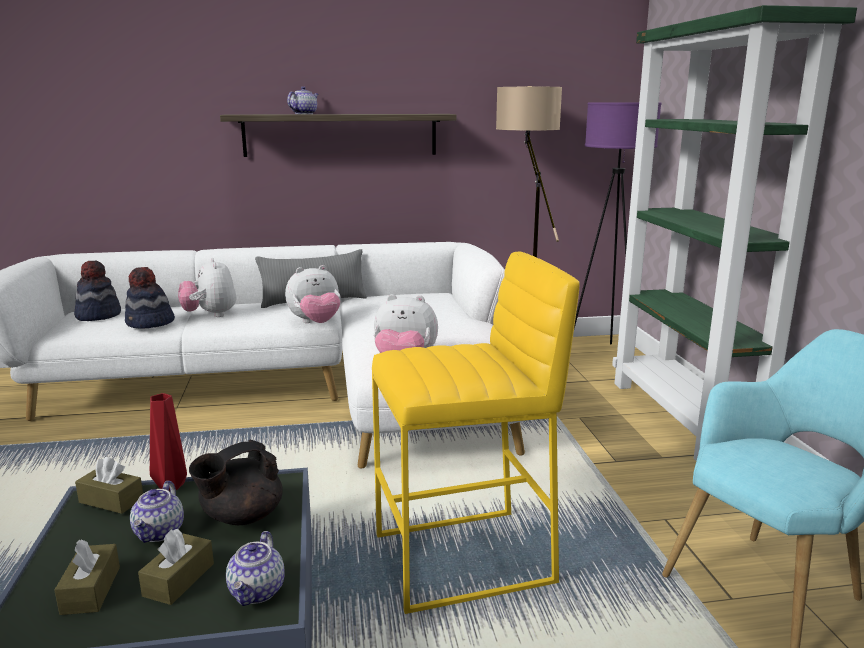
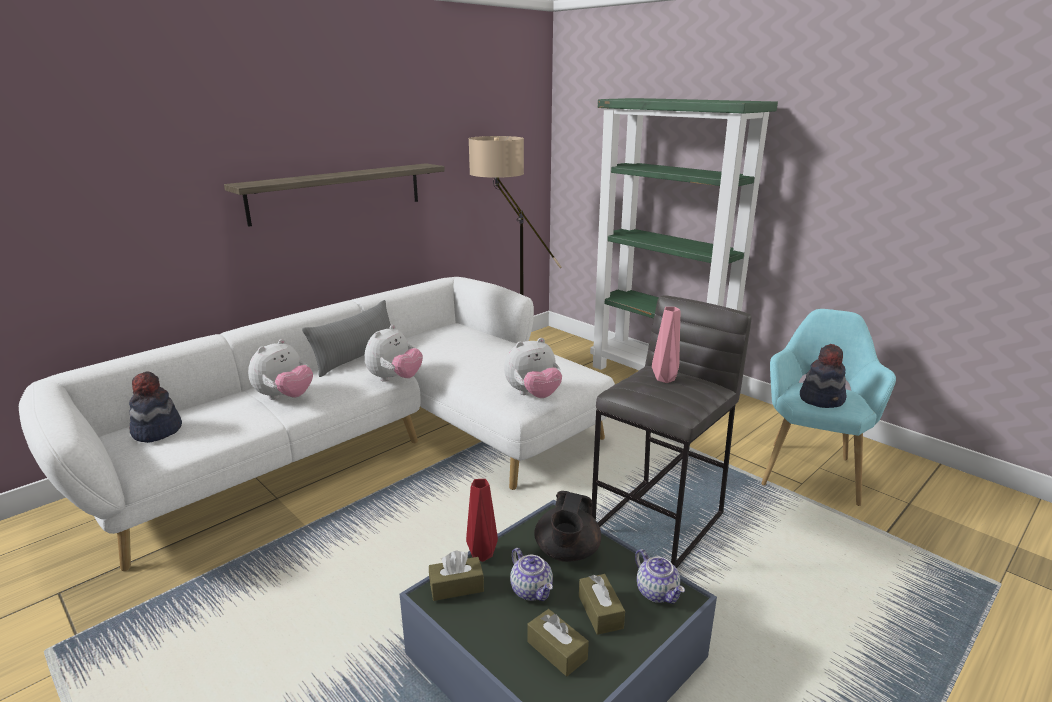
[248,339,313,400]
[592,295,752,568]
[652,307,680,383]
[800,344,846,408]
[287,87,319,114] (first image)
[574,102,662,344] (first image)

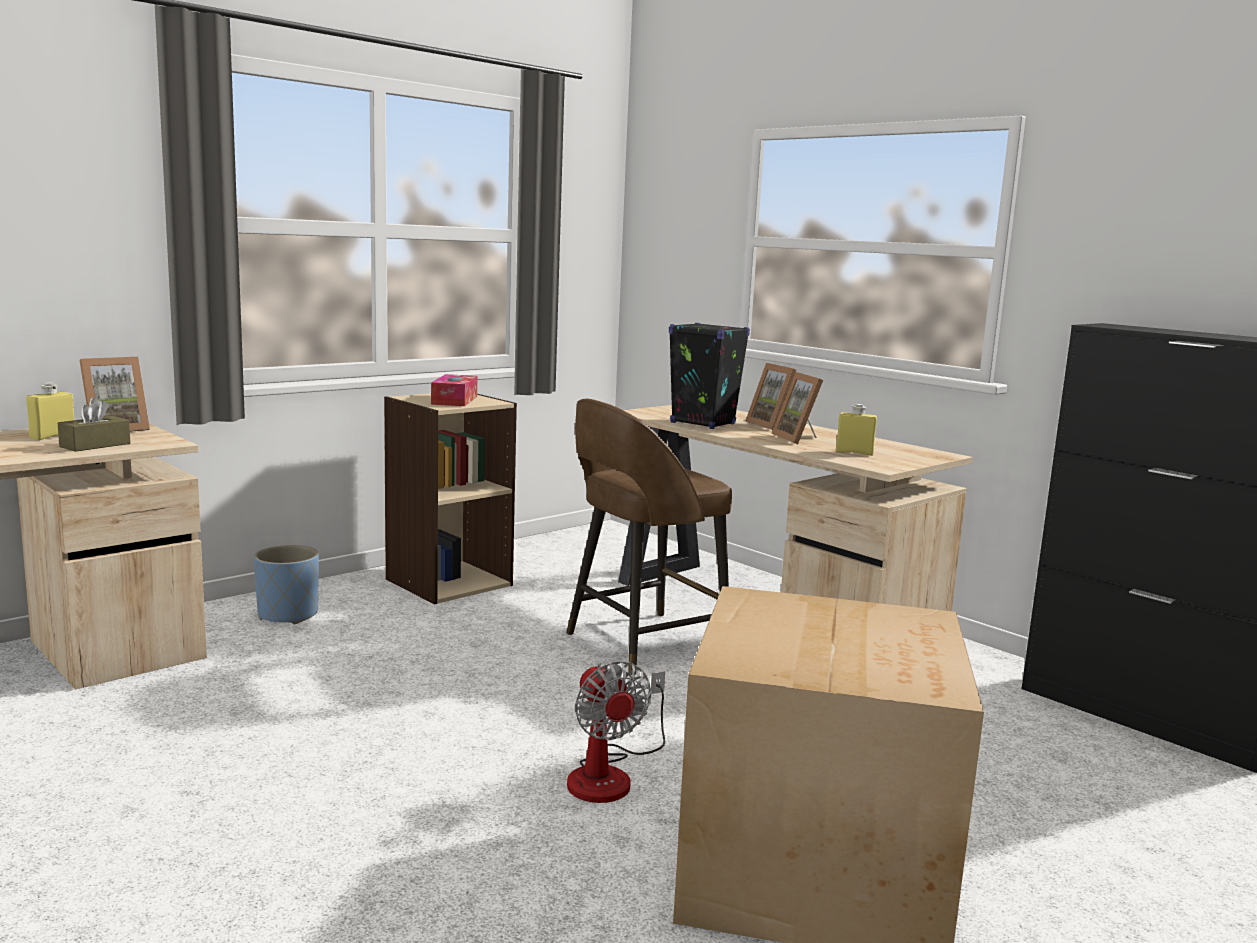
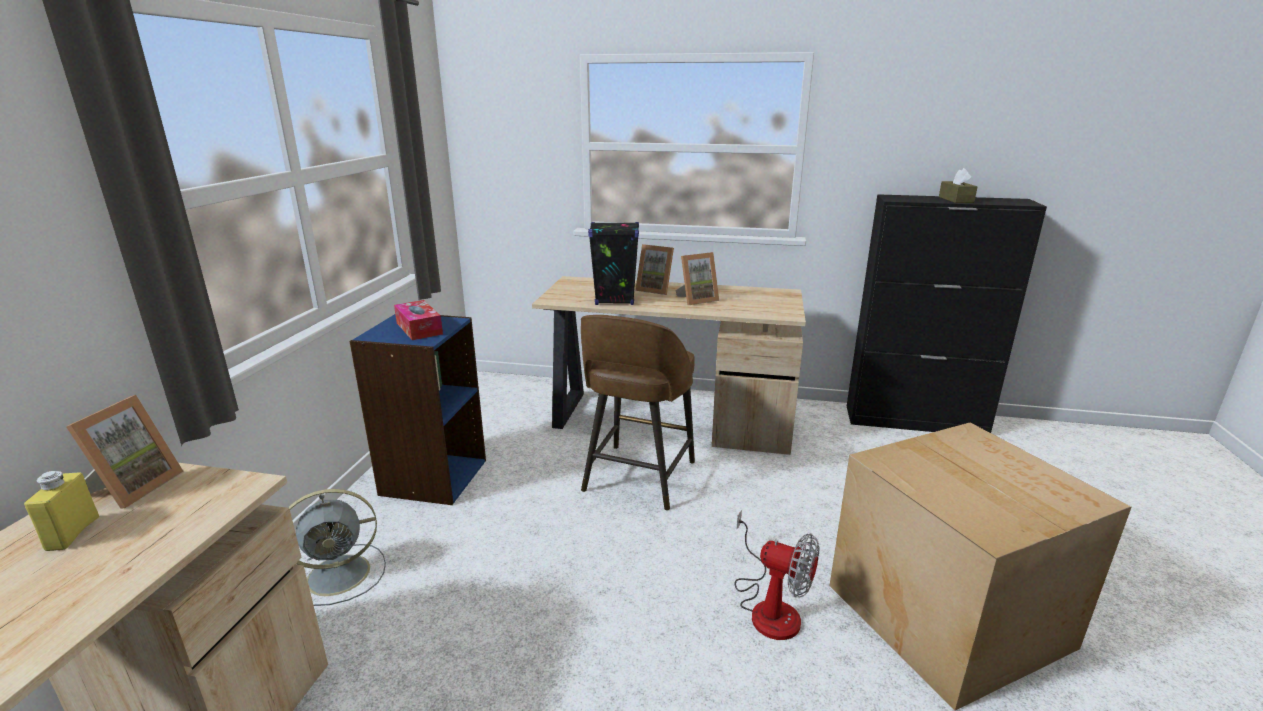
[288,489,386,606]
[349,314,486,505]
[675,252,719,305]
[939,168,977,203]
[836,404,877,456] (first image)

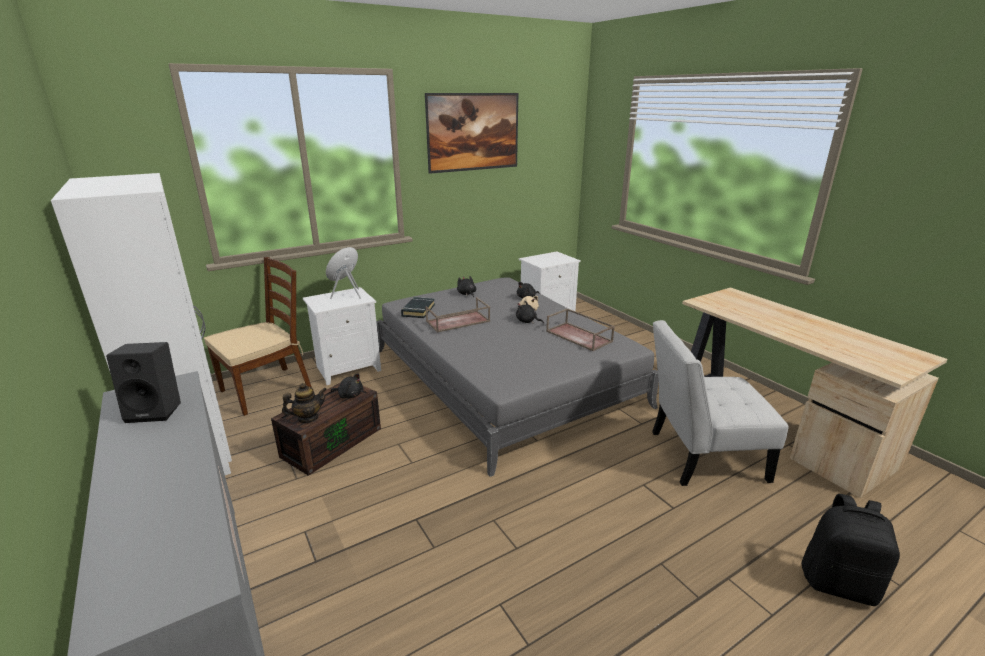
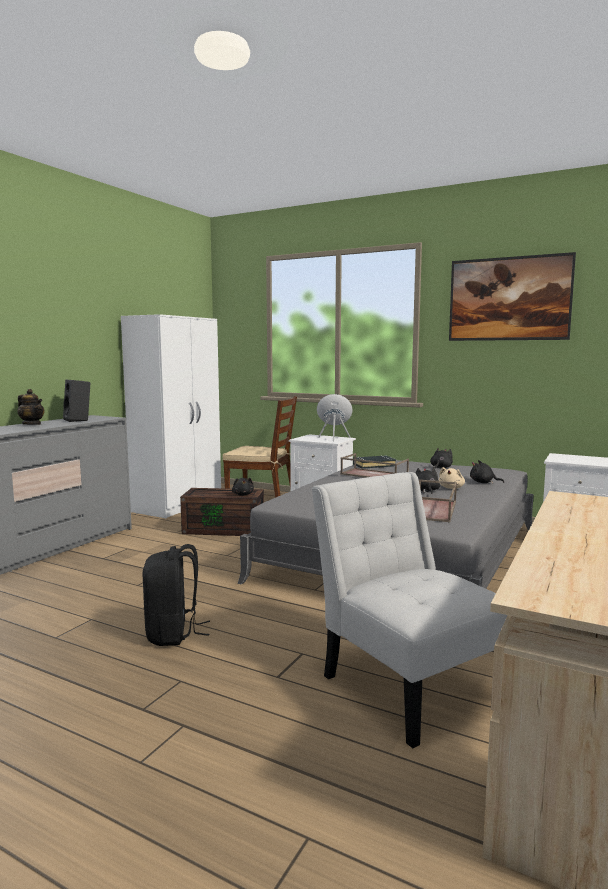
[17,389,45,425]
[143,544,210,646]

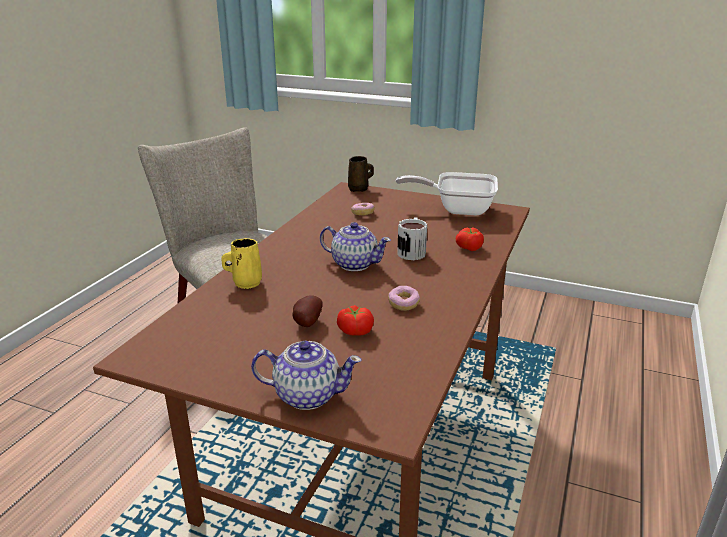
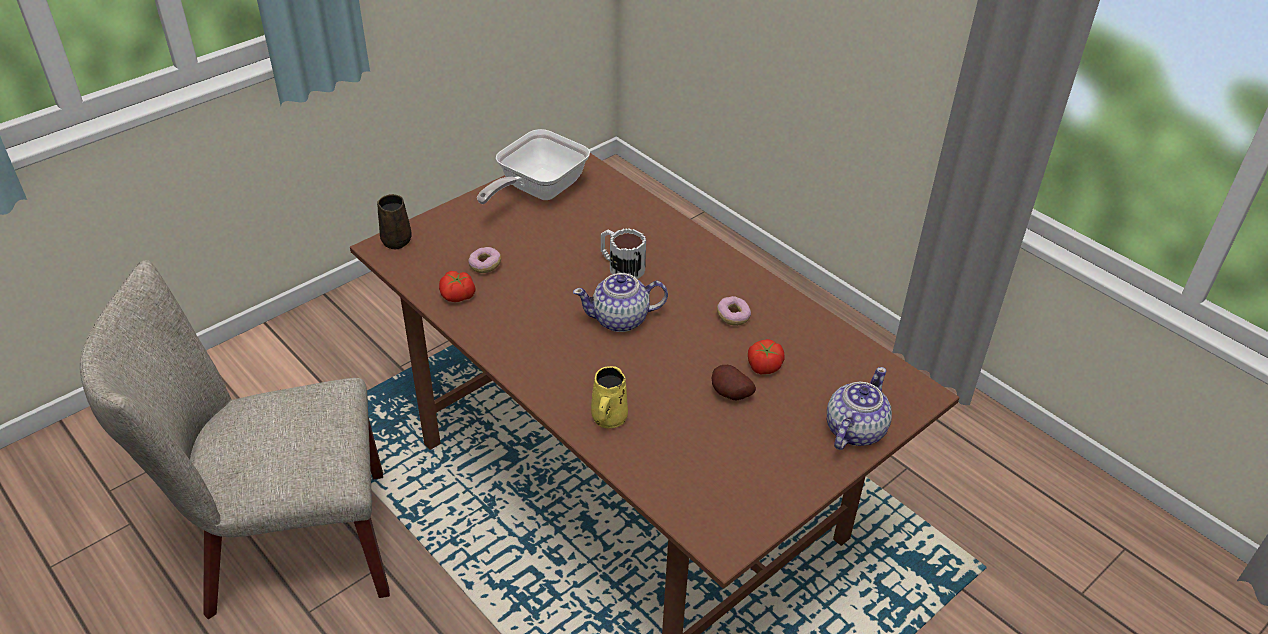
[439,271,476,302]
[573,273,668,332]

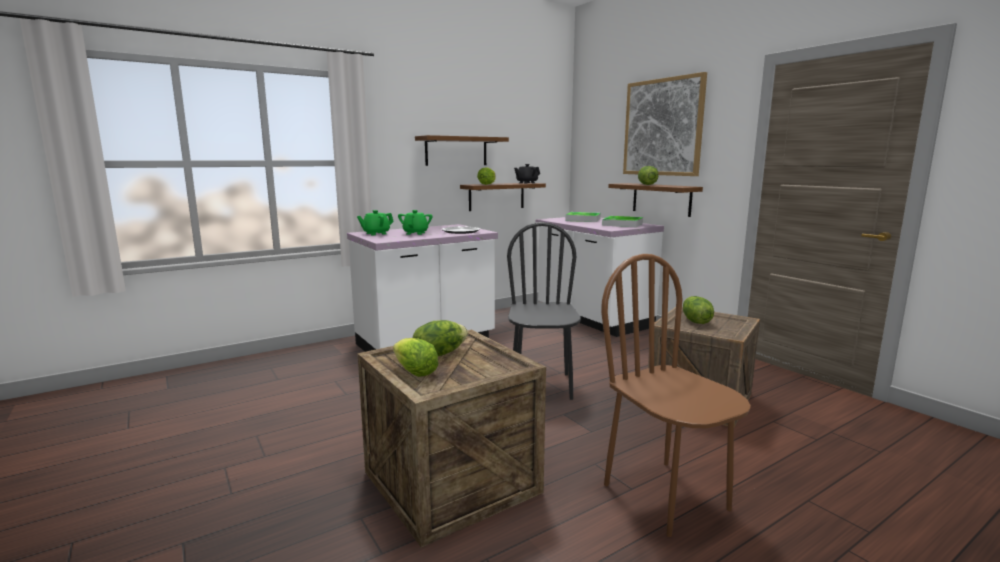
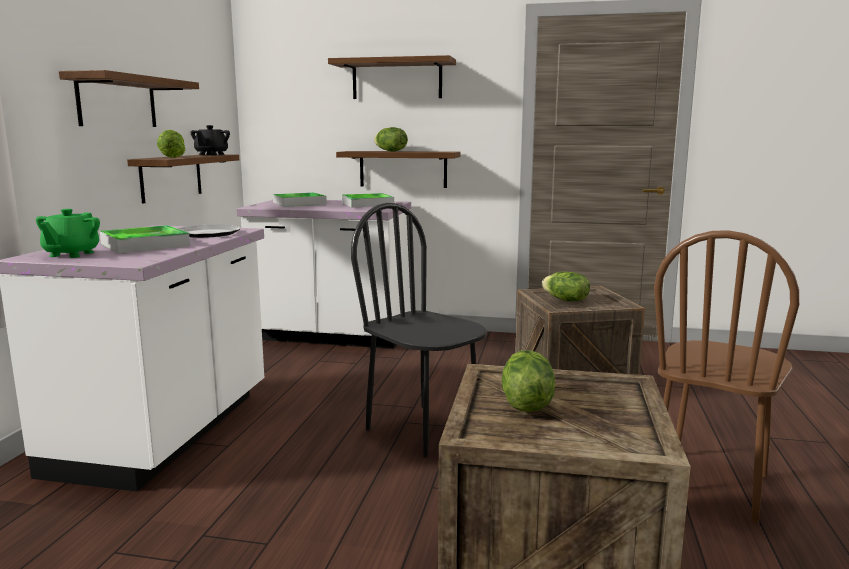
[100,225,190,253]
[328,55,456,99]
[654,230,799,523]
[393,338,439,377] (first image)

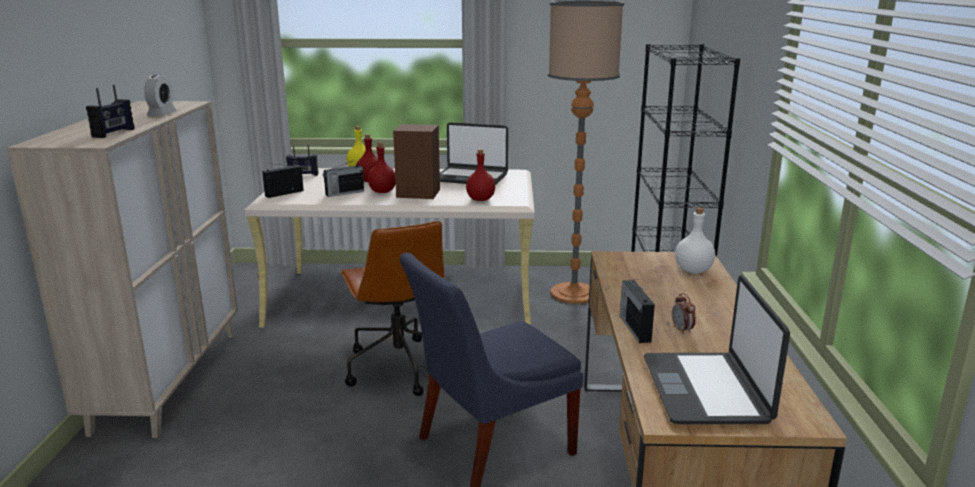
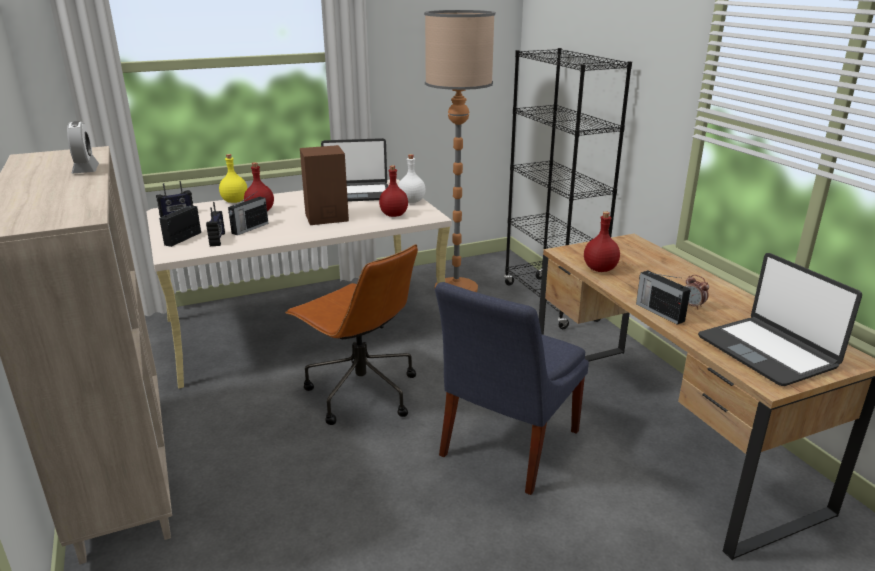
[206,202,225,246]
[398,154,426,203]
[584,212,620,272]

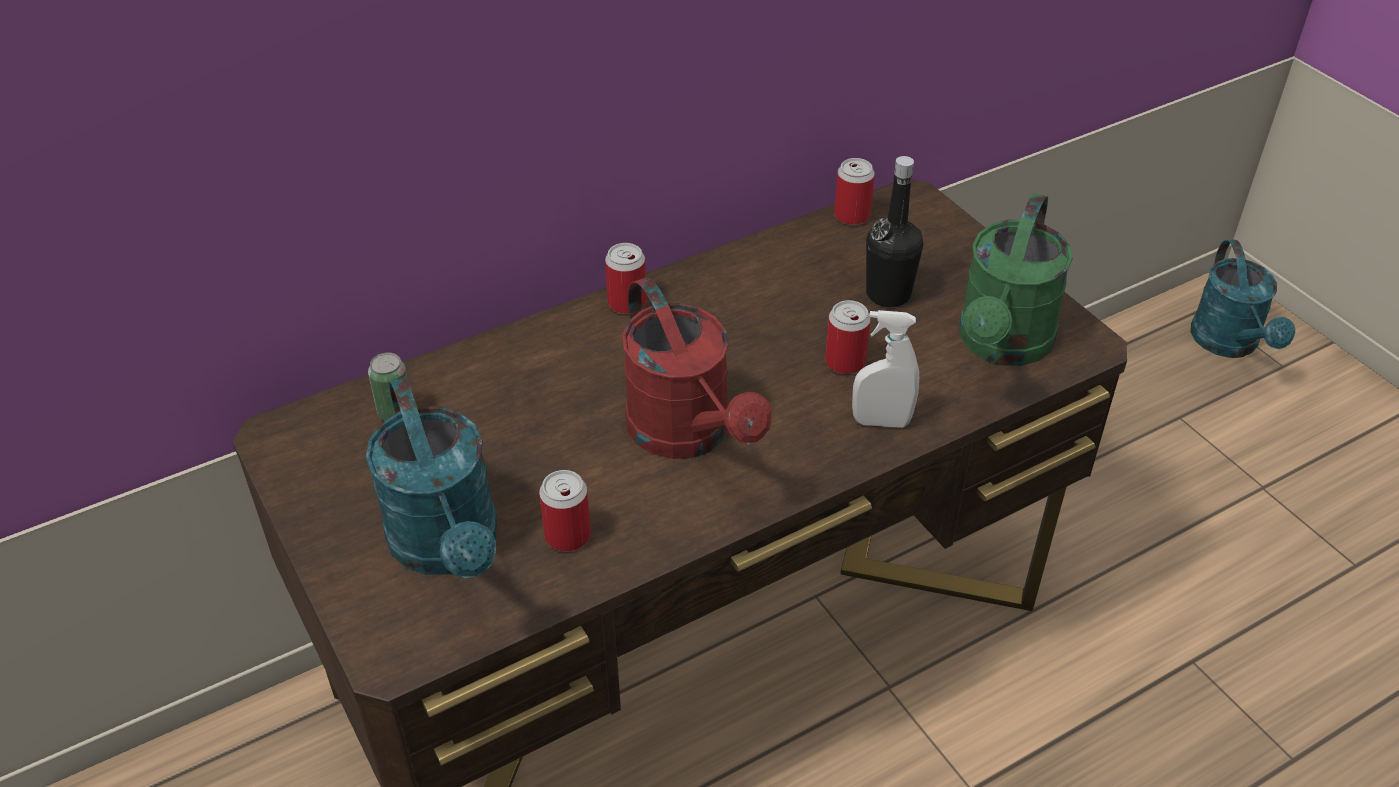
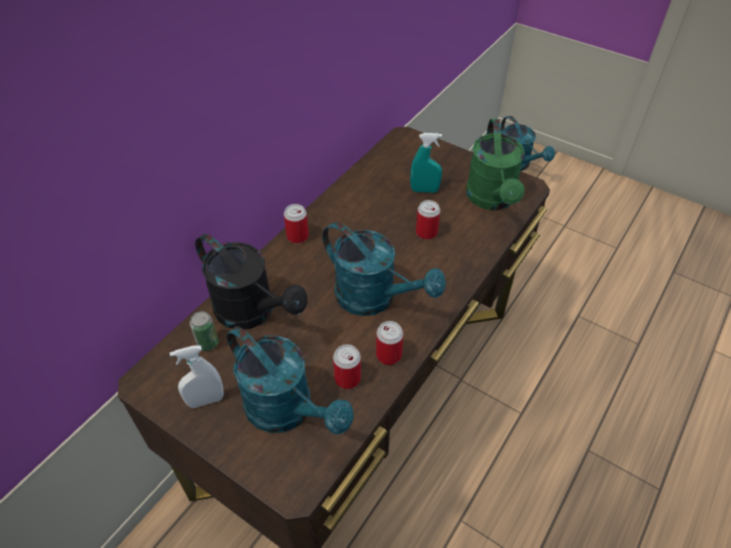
[170,346,224,408]
[195,234,308,329]
[322,222,446,316]
[376,321,403,365]
[410,133,442,193]

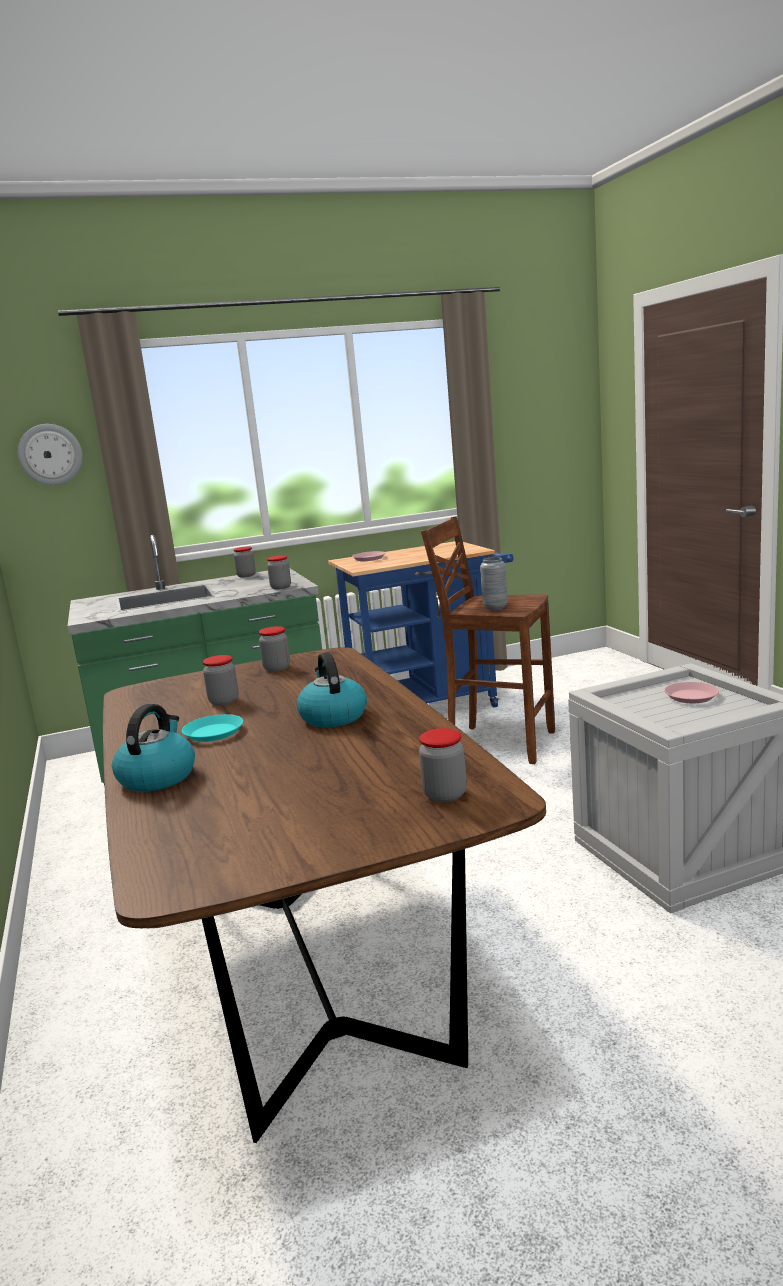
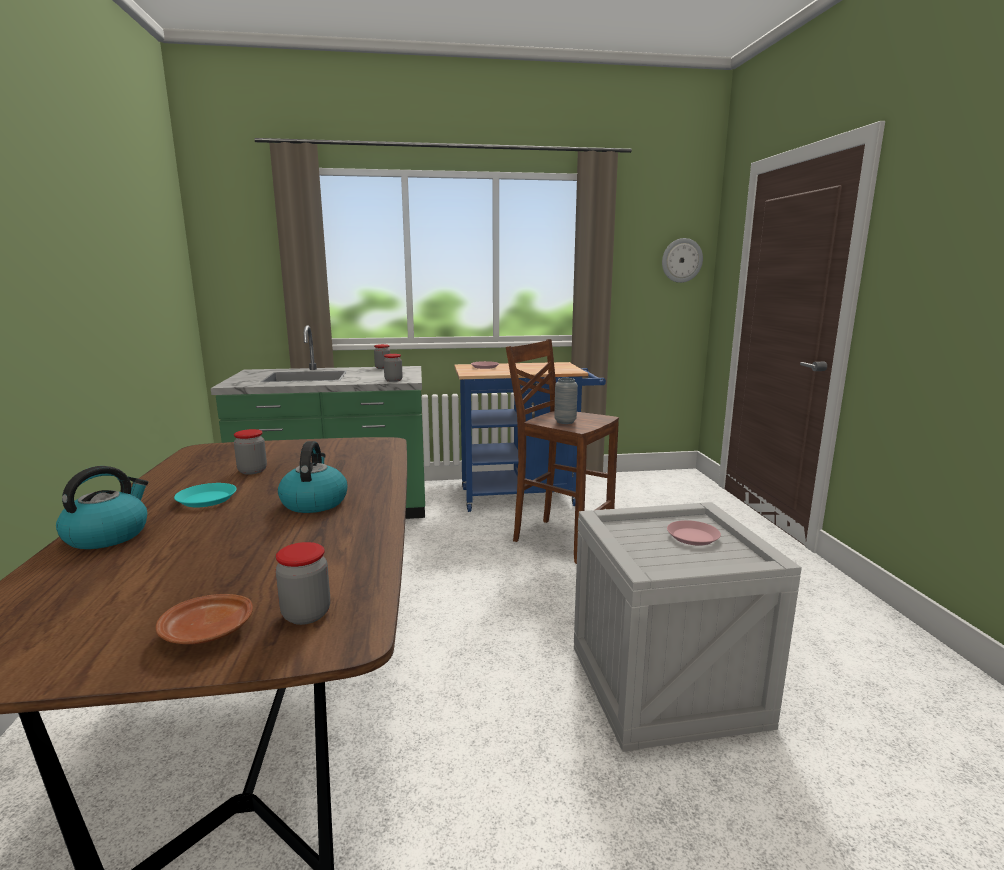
[156,594,253,645]
[662,238,703,283]
[259,626,290,672] (first image)

